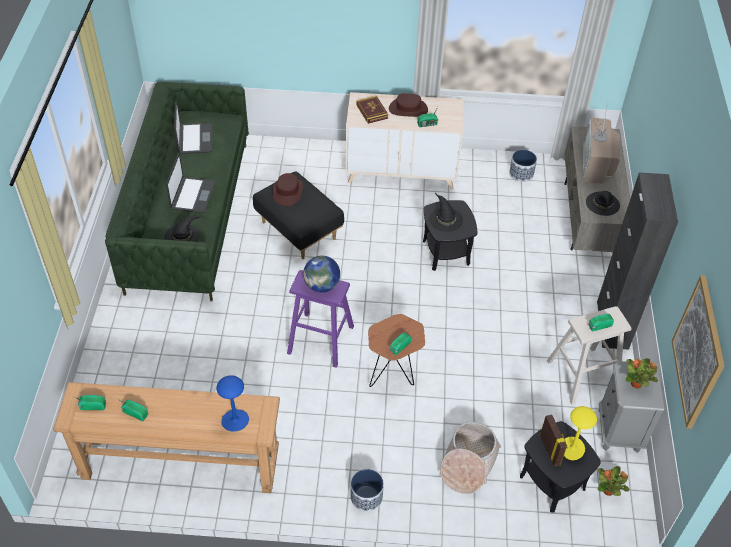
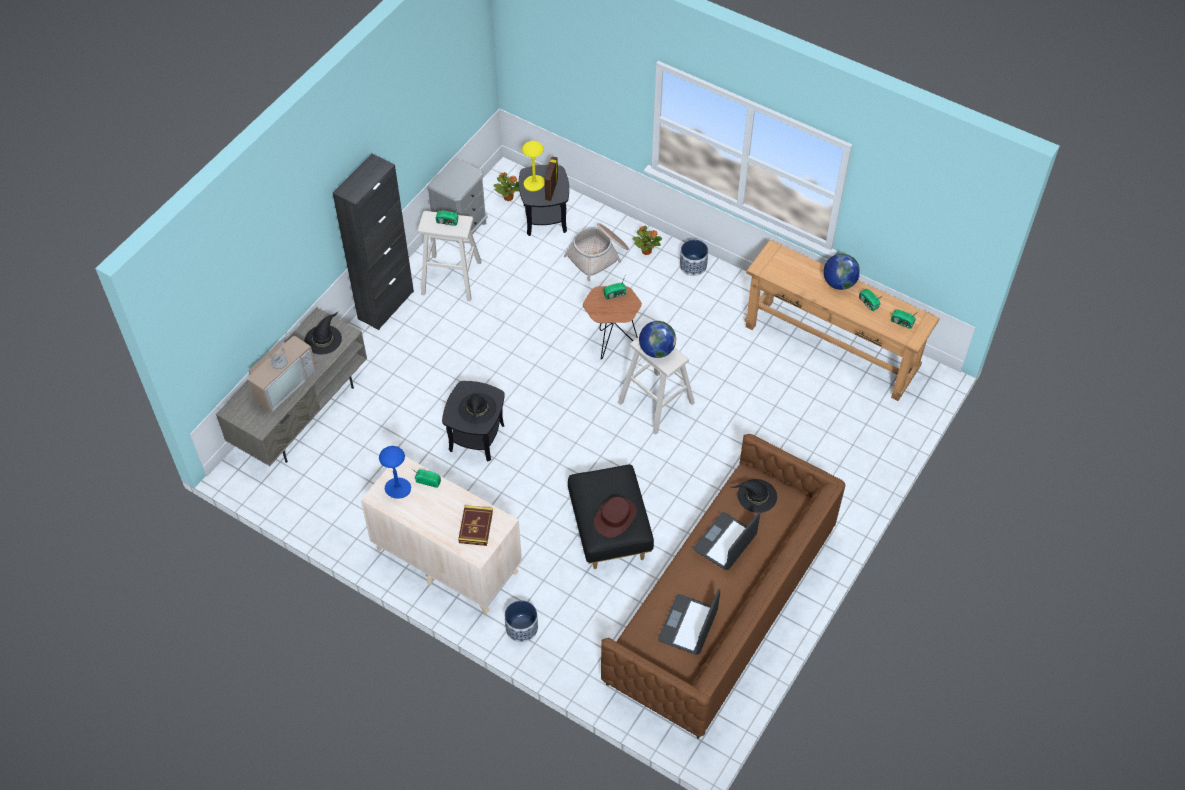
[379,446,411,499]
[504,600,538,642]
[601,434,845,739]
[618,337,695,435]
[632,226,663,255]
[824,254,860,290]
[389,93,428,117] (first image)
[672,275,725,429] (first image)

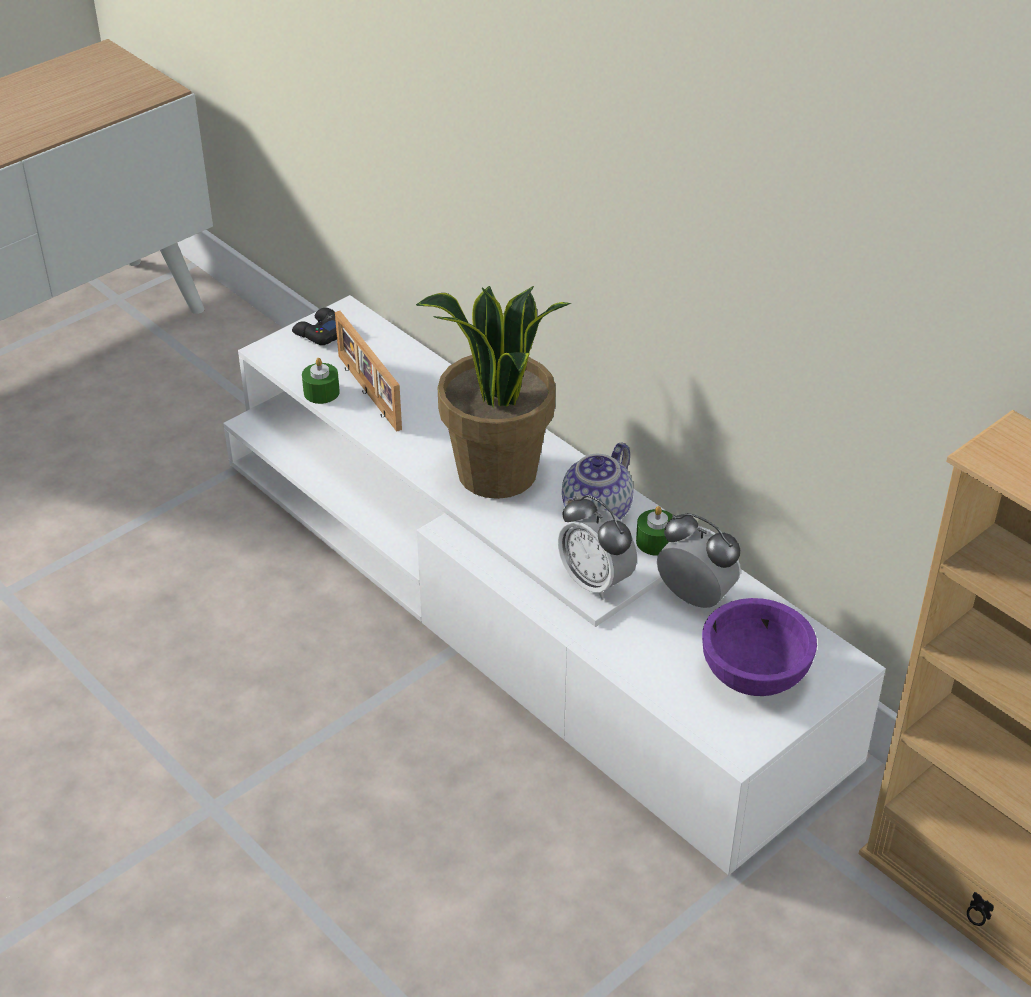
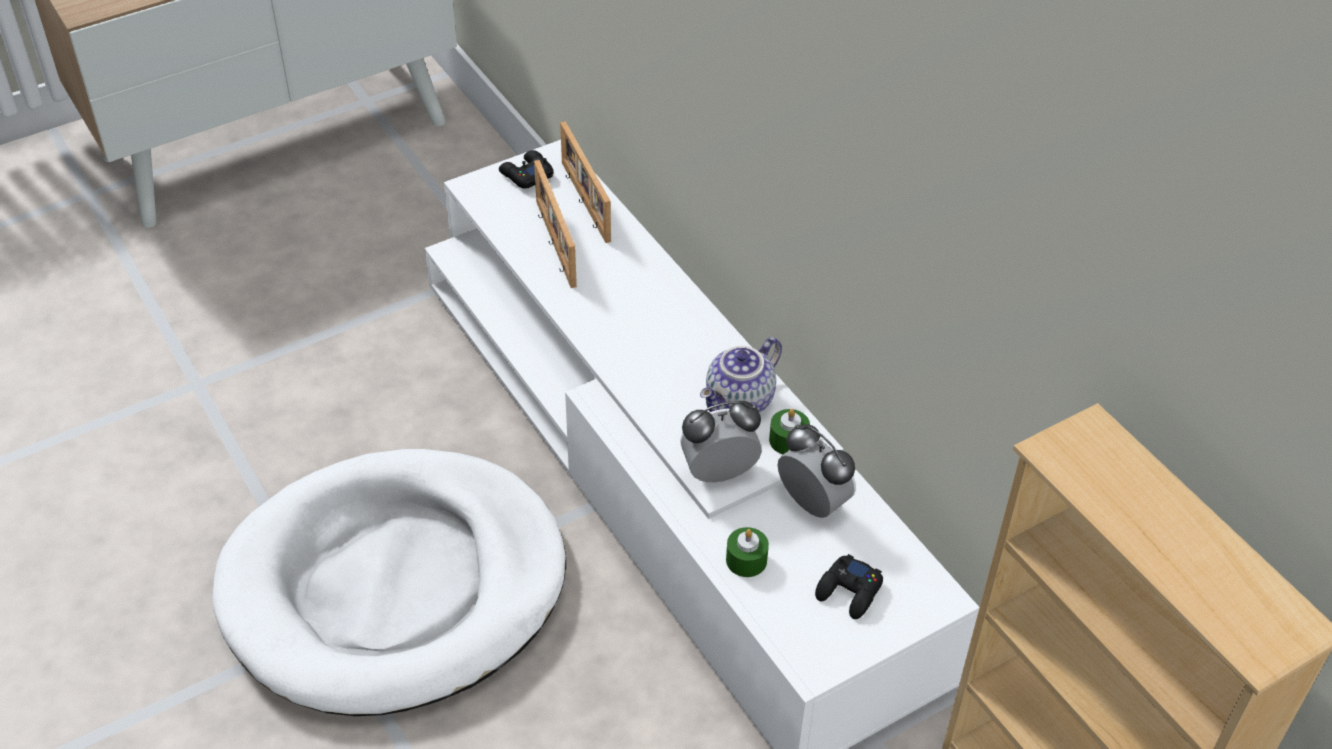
[213,449,566,716]
[560,121,611,243]
[680,401,762,482]
[726,527,769,577]
[815,554,883,619]
[416,286,572,499] (first image)

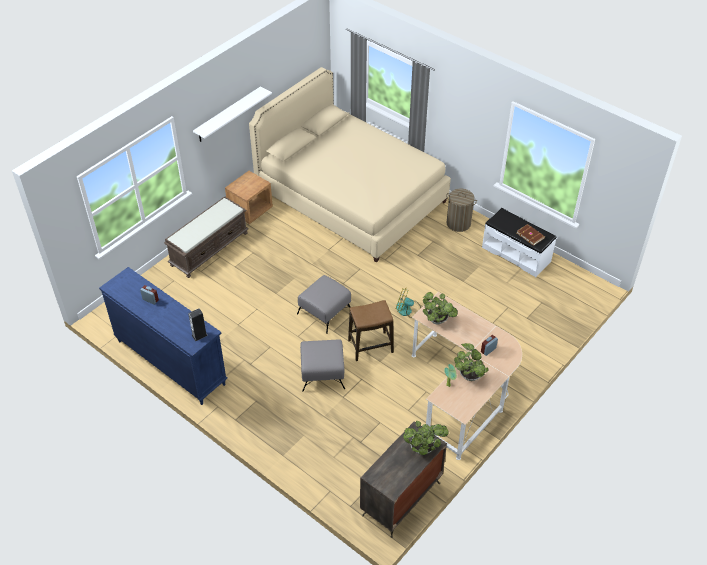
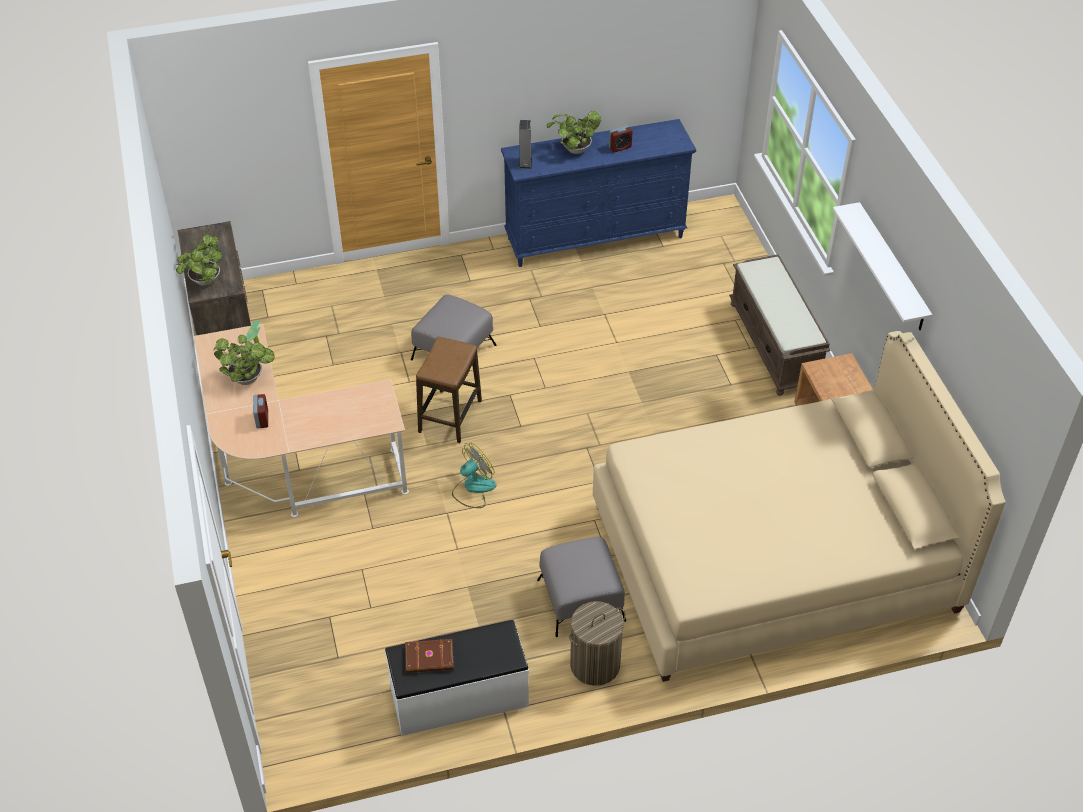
[537,537,626,637]
[547,111,601,154]

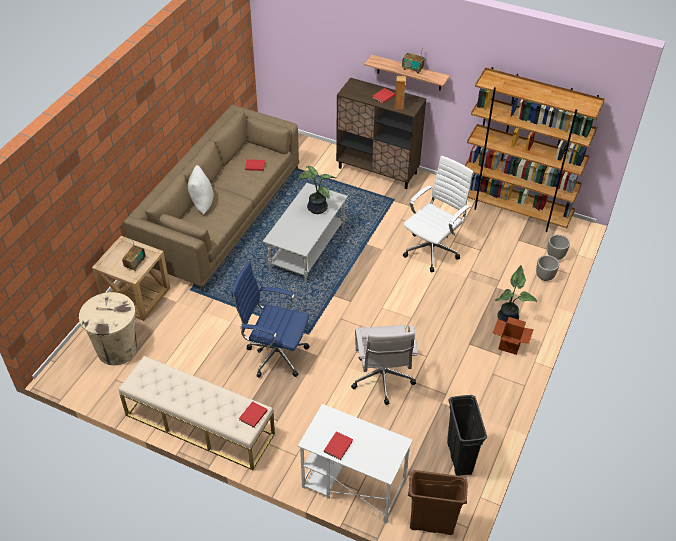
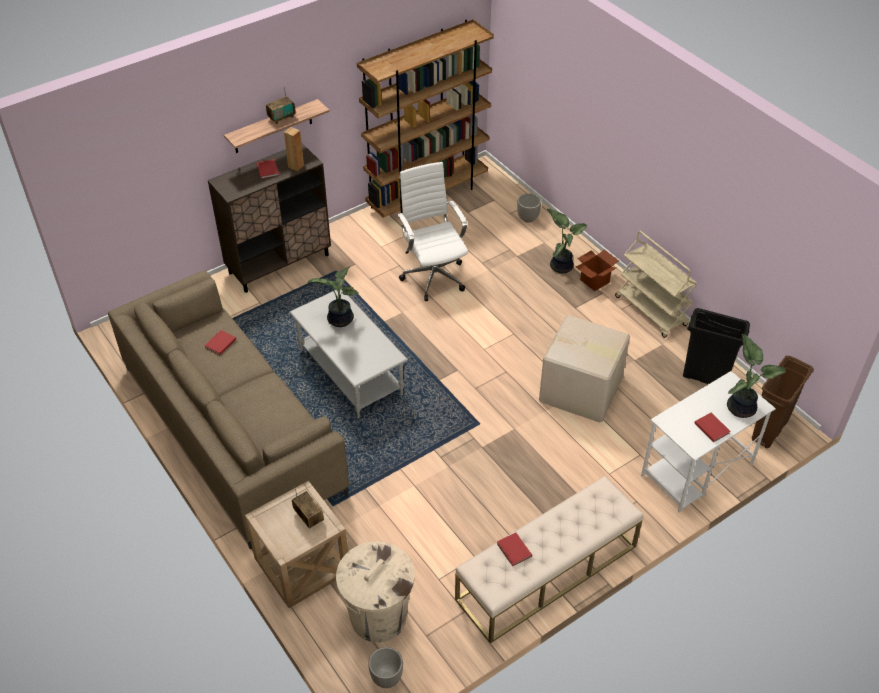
[368,647,403,688]
[497,533,532,566]
[539,315,630,423]
[615,231,697,338]
[727,334,786,418]
[188,165,214,214] (first image)
[232,261,310,378] (first image)

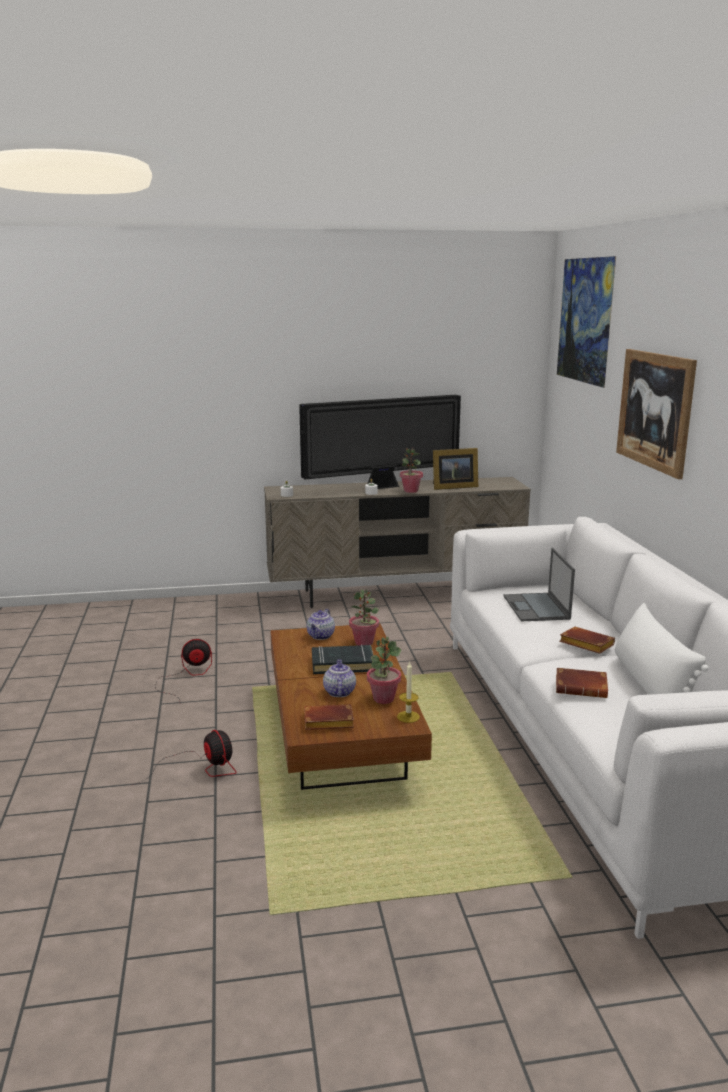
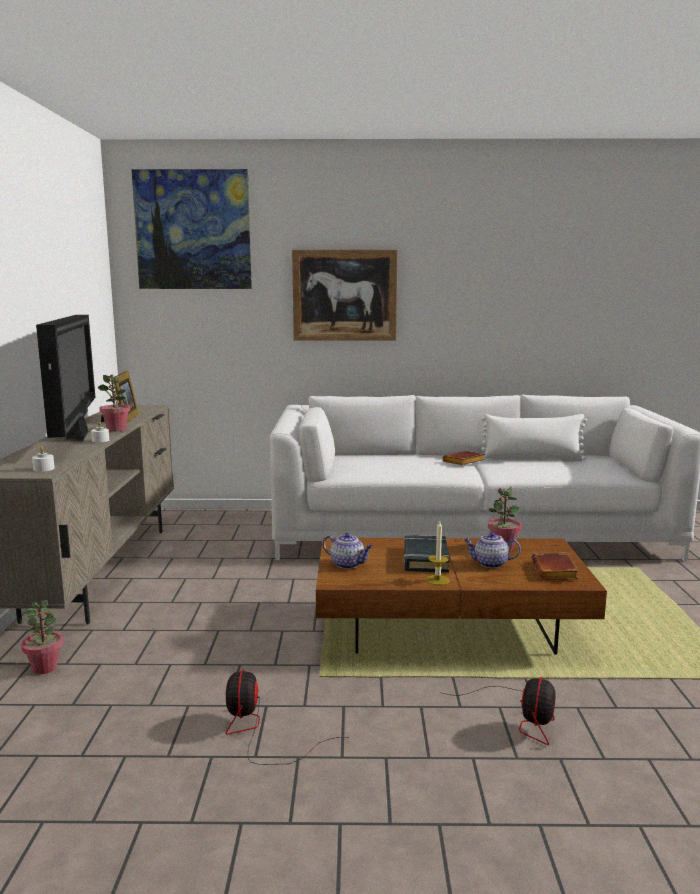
[21,600,63,674]
[426,521,450,585]
[440,677,556,745]
[503,548,575,622] (first image)
[556,668,608,698] (first image)

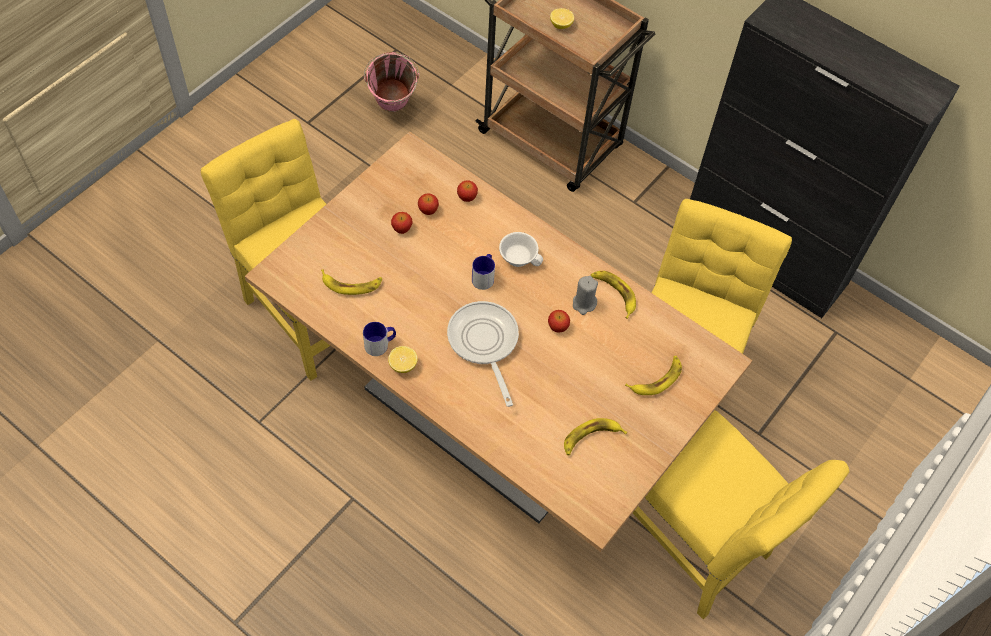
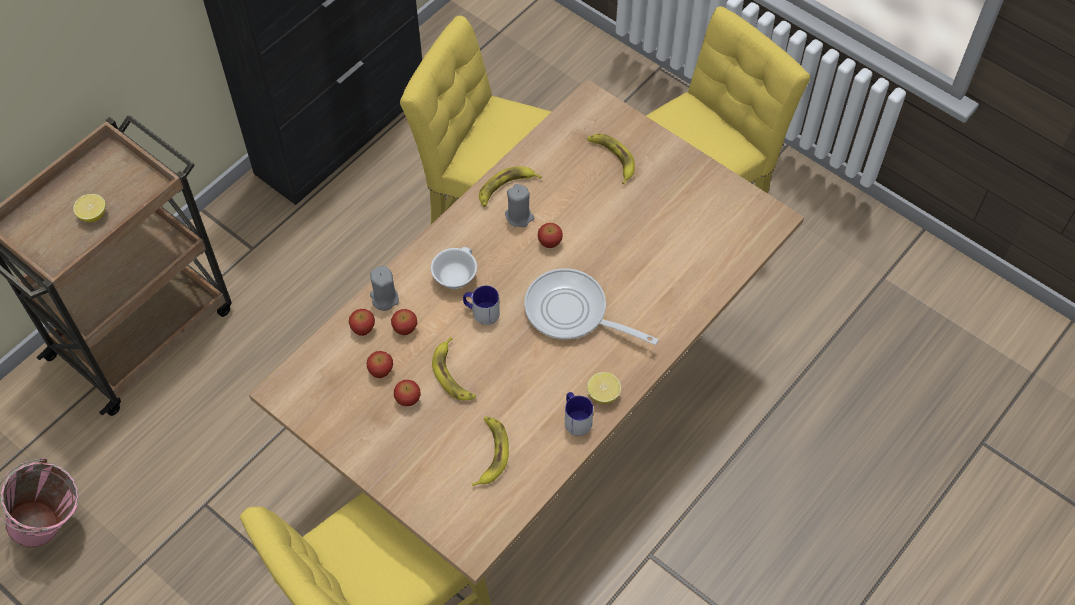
[370,266,399,311]
[391,309,417,335]
[432,337,476,400]
[524,268,659,345]

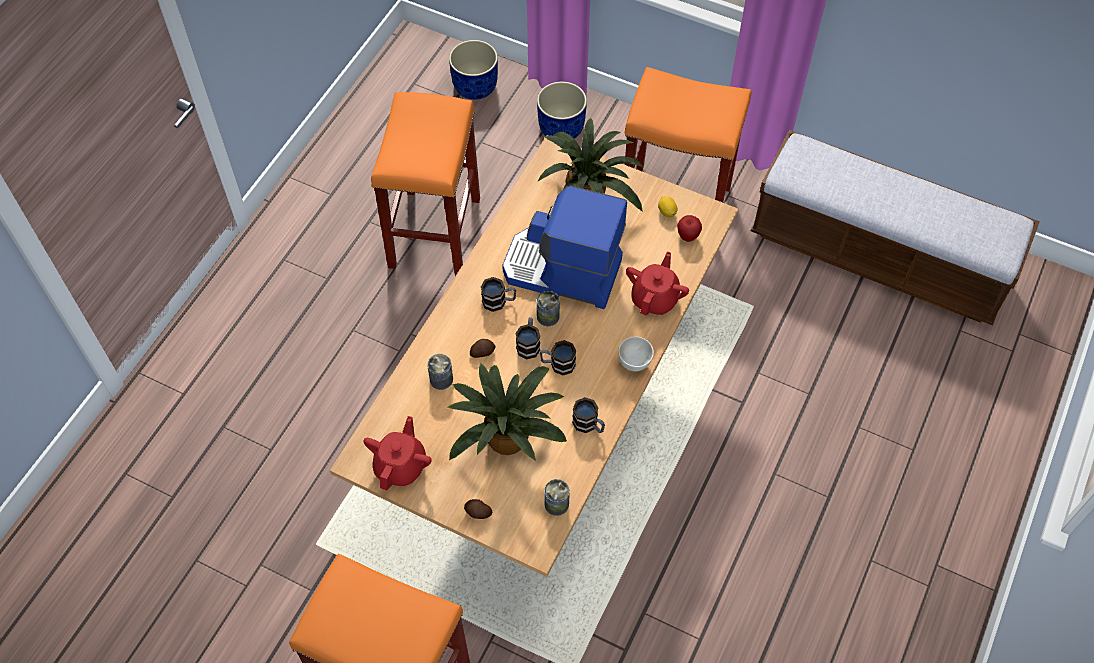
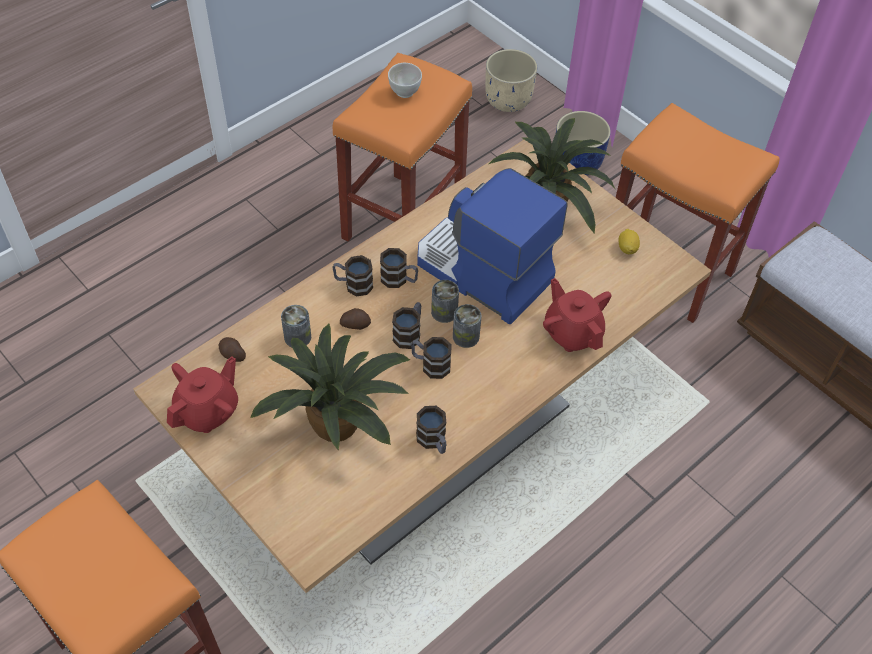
[218,337,246,362]
[333,255,373,296]
[388,63,422,98]
[453,304,482,348]
[485,49,537,112]
[543,278,611,352]
[677,215,702,242] (first image)

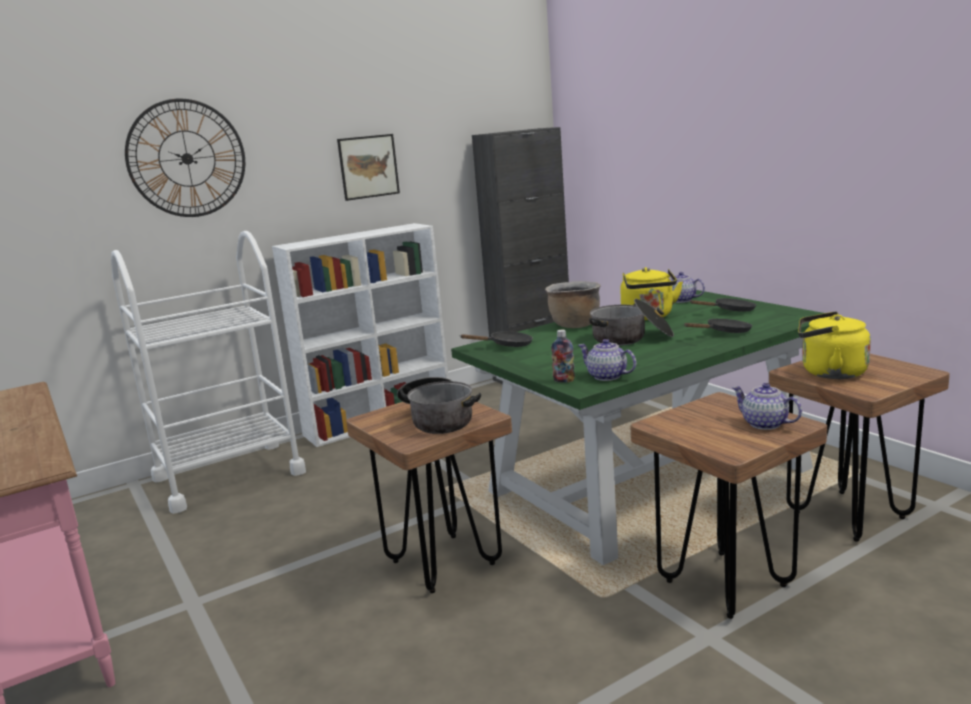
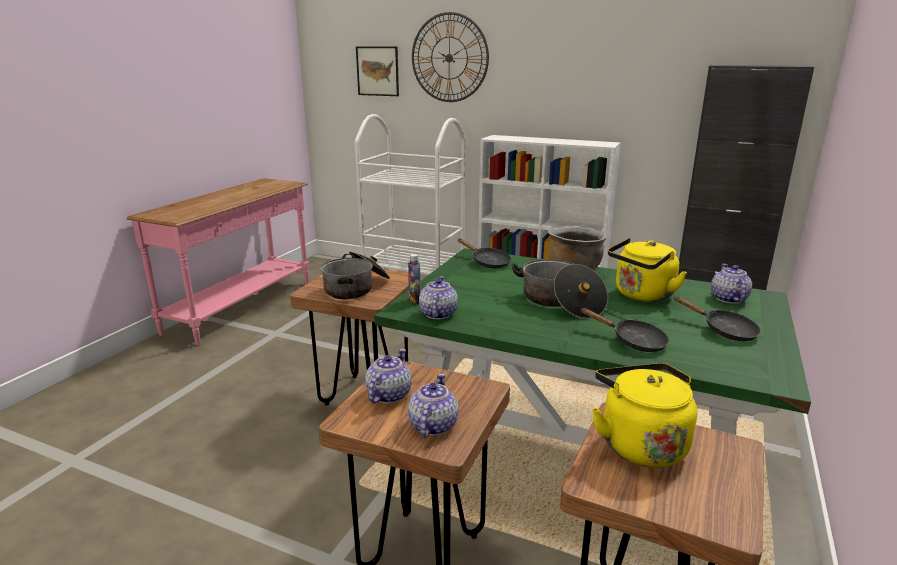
[356,47,399,96]
[365,349,411,403]

